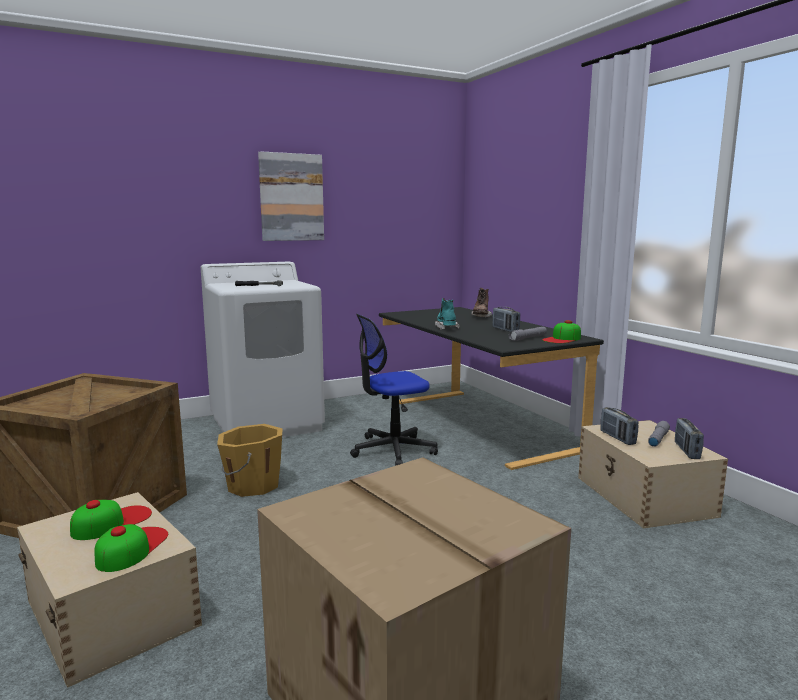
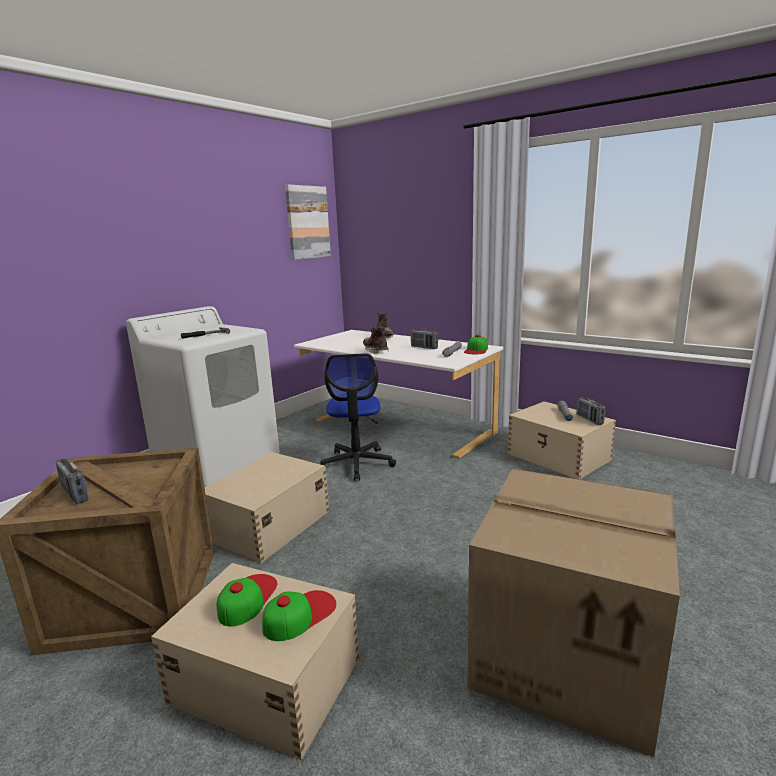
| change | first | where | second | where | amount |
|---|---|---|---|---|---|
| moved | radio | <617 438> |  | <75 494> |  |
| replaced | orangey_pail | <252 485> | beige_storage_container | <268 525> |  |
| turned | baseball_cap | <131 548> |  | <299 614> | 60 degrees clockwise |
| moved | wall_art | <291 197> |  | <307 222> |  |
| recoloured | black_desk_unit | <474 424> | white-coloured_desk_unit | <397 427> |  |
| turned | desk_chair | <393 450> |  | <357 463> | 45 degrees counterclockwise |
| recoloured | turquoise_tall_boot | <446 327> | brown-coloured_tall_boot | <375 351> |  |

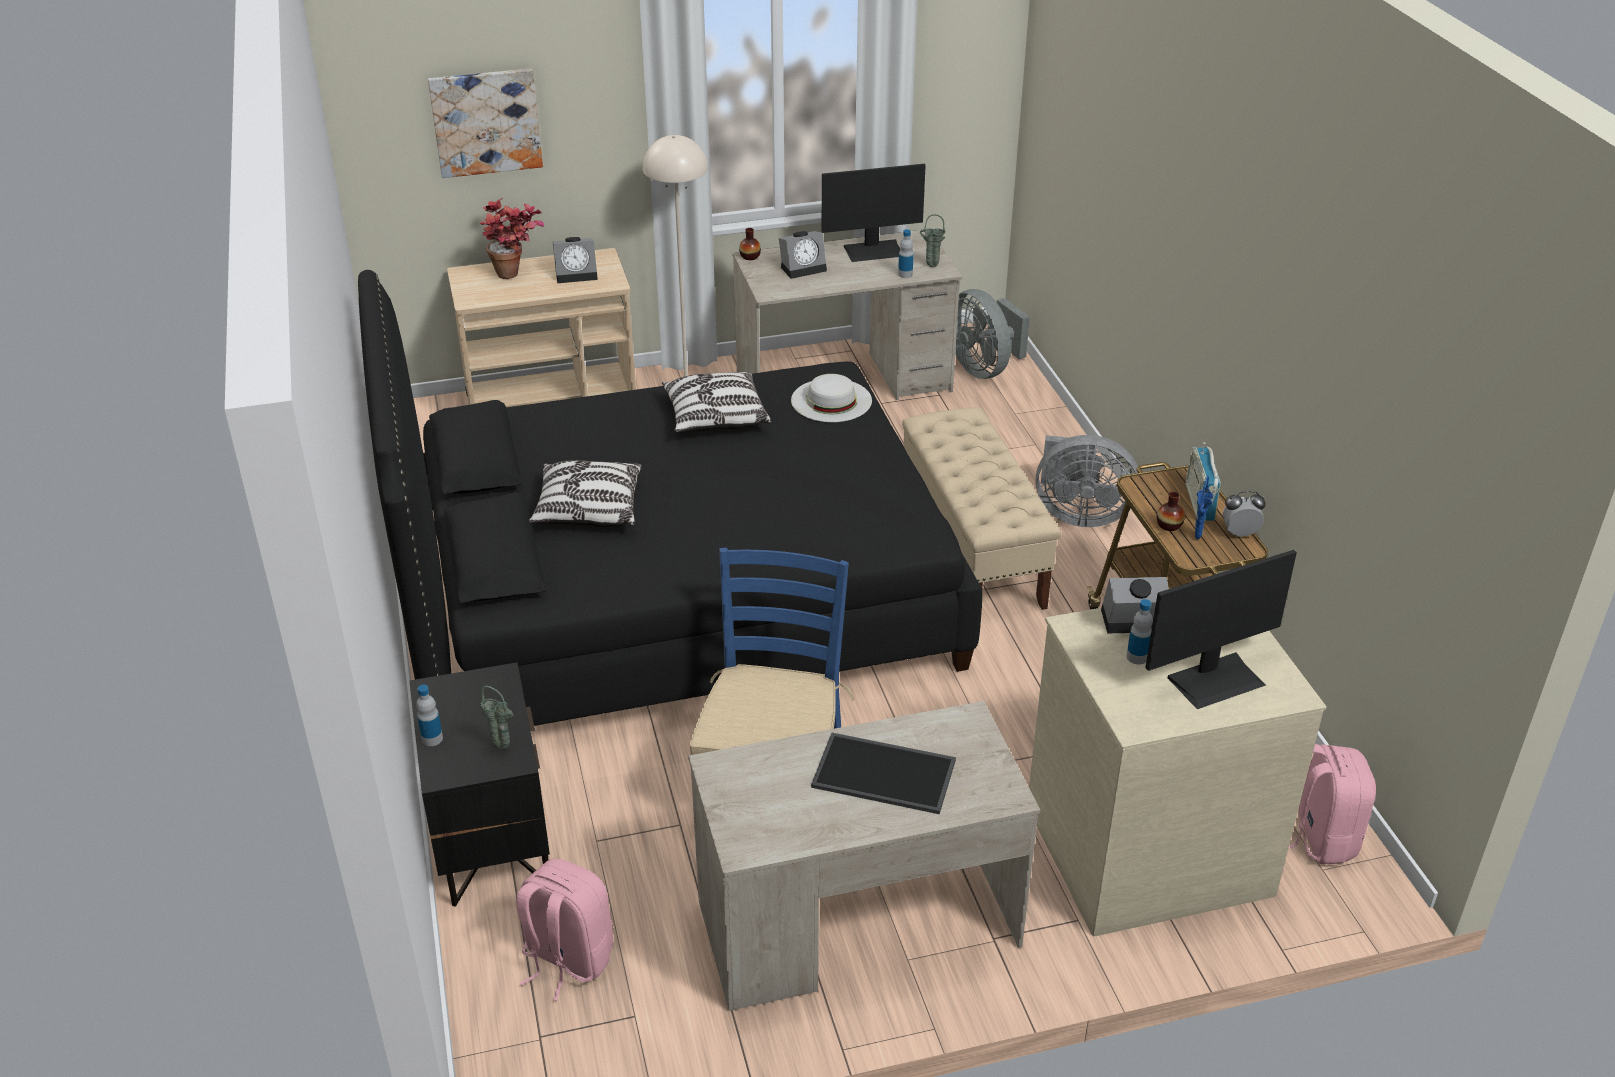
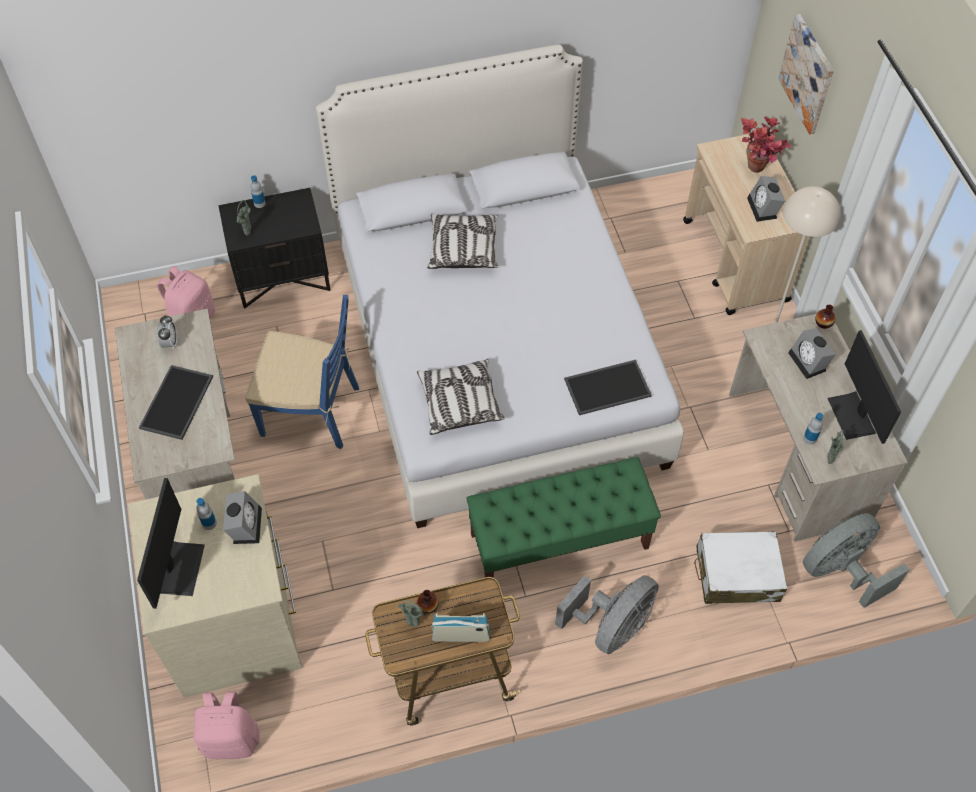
| change | first | where | second | where | amount |
|---|---|---|---|---|---|
| turned | monitor | <1215 679> |  | <180 568> | 150 degrees counterclockwise |
| moved | table_clock | <1239 533> |  | <170 342> |  |
| recoloured | black_sleeping_bed | <673 600> | white-coloured_sleeping_bed | <495 350> |  |
| recoloured | blue-coloured_flower_vase | <1197 538> | green-coloured_flower_vase | <412 625> |  |
| moved | cushion | <715 418> |  | <459 403> |  |
| recoloured | beige_indoor_bench | <971 549> | green-coloured_indoor_bench | <560 540> |  |
| turned | greyish_cooling_fan | <1079 515> |  | <611 627> | 150 degrees counterclockwise |
| replaced | white-coloured_wearable_hat | <831 400> | tray | <607 386> |  |
| added |  |  | white-coloured_suitcase | <737 574> |  |

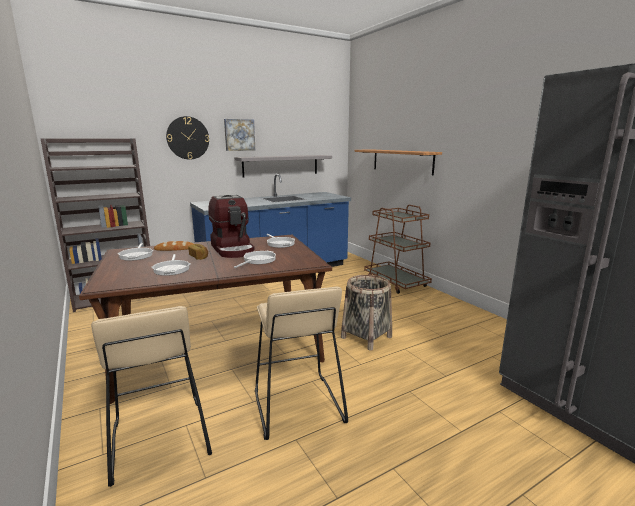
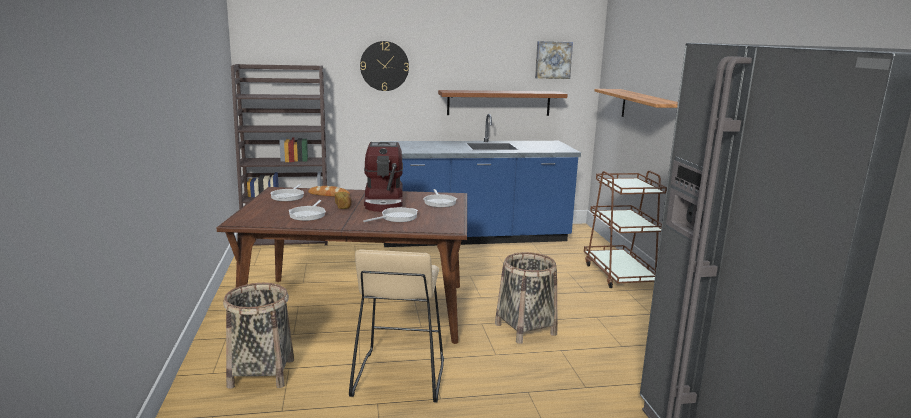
| change | first | where | second | where | amount |
|---|---|---|---|---|---|
| replaced | beige_sitting_stool | <159 439> | storage_basket | <261 373> |  |
| recoloured | greyish_bracket_shelf | <281 165> | brown-coloured_bracket_shelf | <499 103> |  |
| moved | wall_art | <239 135> |  | <553 60> |  |

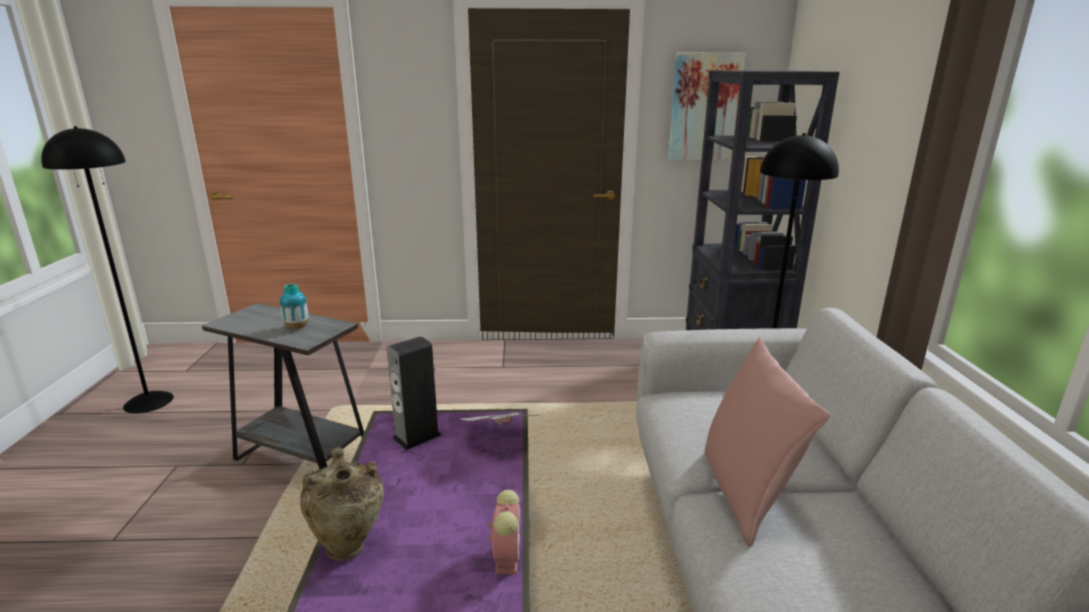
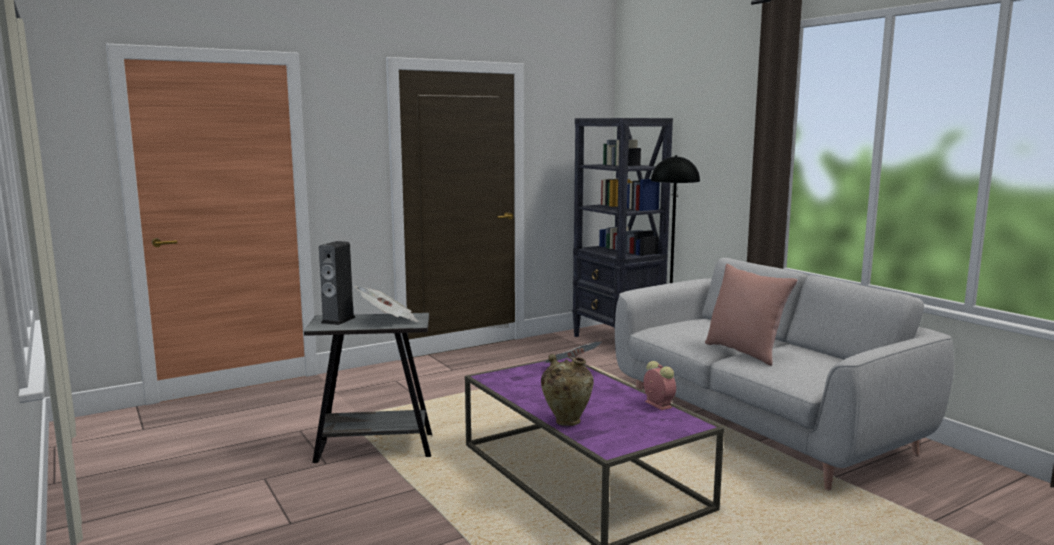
| change | first | where | second | where | amount |
|---|---|---|---|---|---|
| moved | loudspeaker | <417 436> |  | <338 320> |  |
| replaced | flower_vase | <297 327> | daily_paper | <388 320> |  |
| removed | black_standard_lamp | <148 401> |  |  |  |
| removed | wall_art | <705 107> |  |  |  |

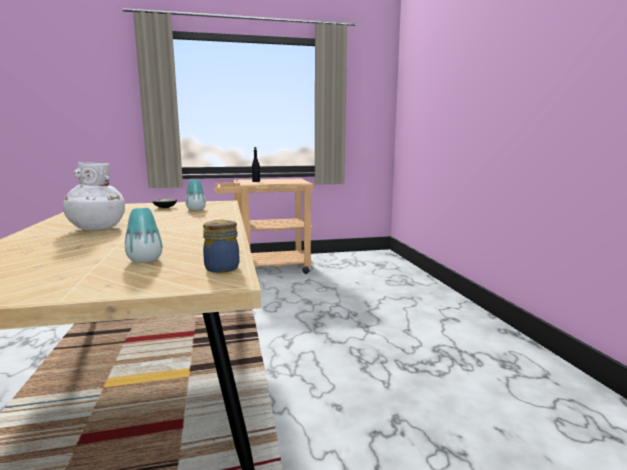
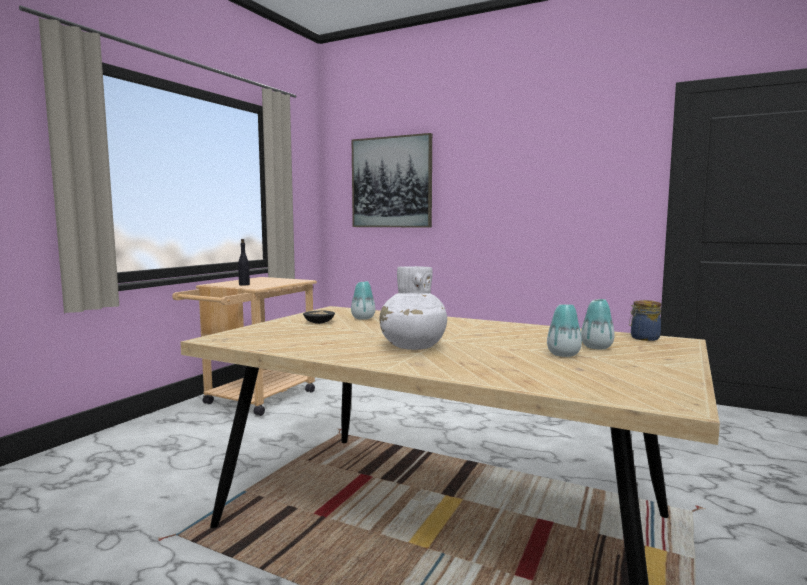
| change | first | where | second | where | amount |
|---|---|---|---|---|---|
| added |  |  | wall_art | <391 182> |  |
| added |  |  | flower_vase | <563 354> |  |

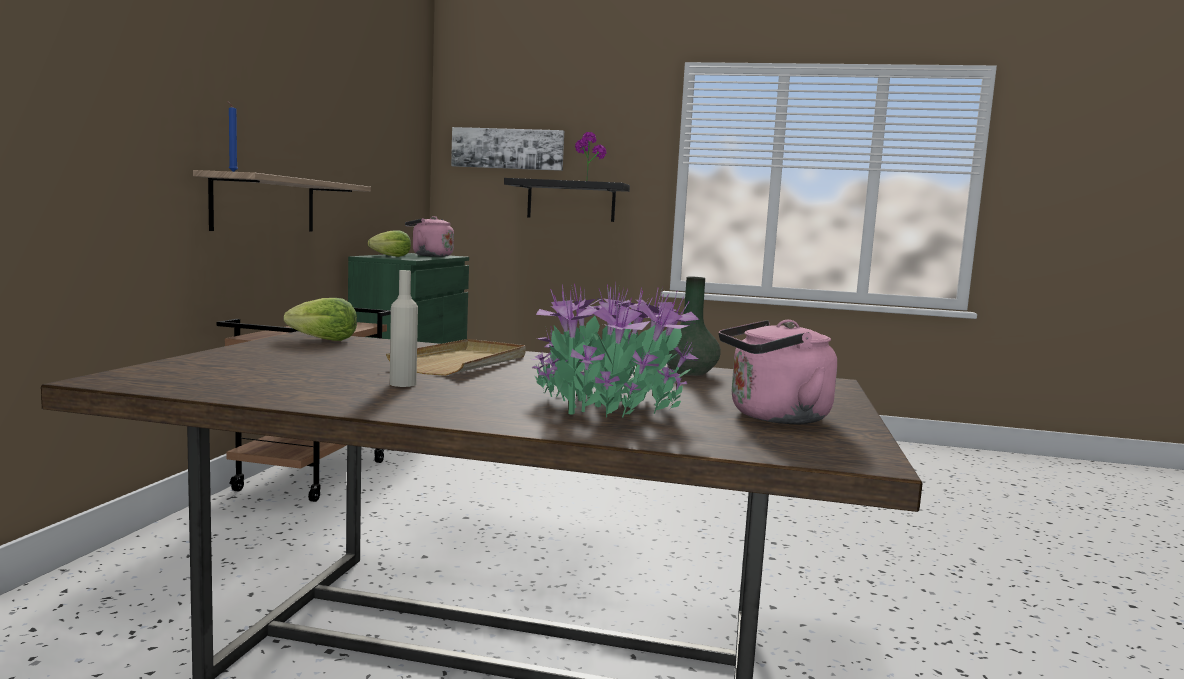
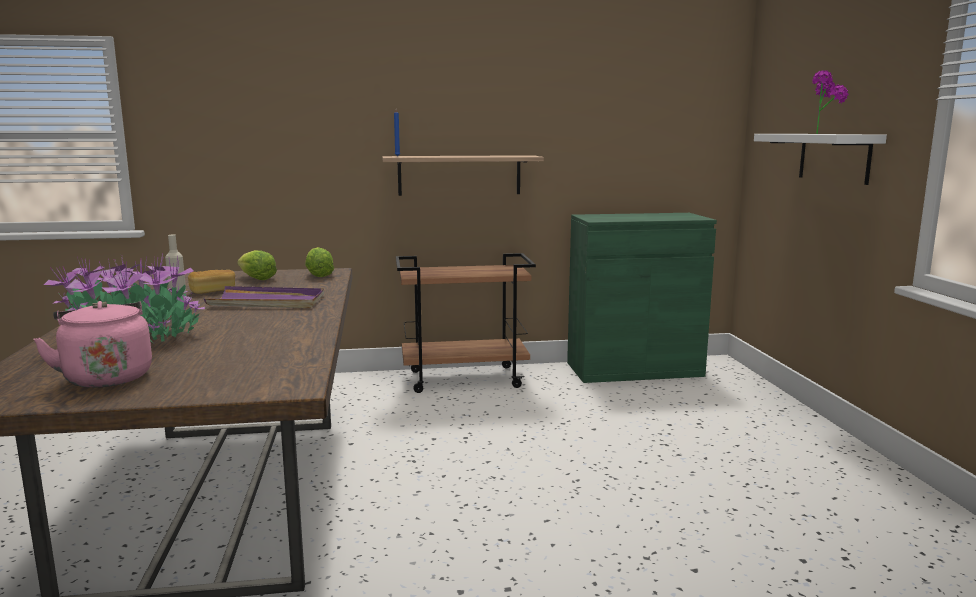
| change | first | where | second | where | amount |
|---|---|---|---|---|---|
| added |  |  | baked_bread | <213 291> |  |
| recoloured | beige_tray | <463 362> | purple-coloured_tray | <267 302> |  |
| moved | lettuce_head | <391 256> |  | <257 279> |  |
| recoloured | black_bracket_shelf | <571 201> | white-coloured_bracket_shelf | <834 157> |  |
| removed | pink-coloured_water_kettle | <429 255> |  |  |  |
| removed | wall_art | <507 149> |  |  |  |
| removed | green-coloured_flower_vase | <690 372> |  |  |  |

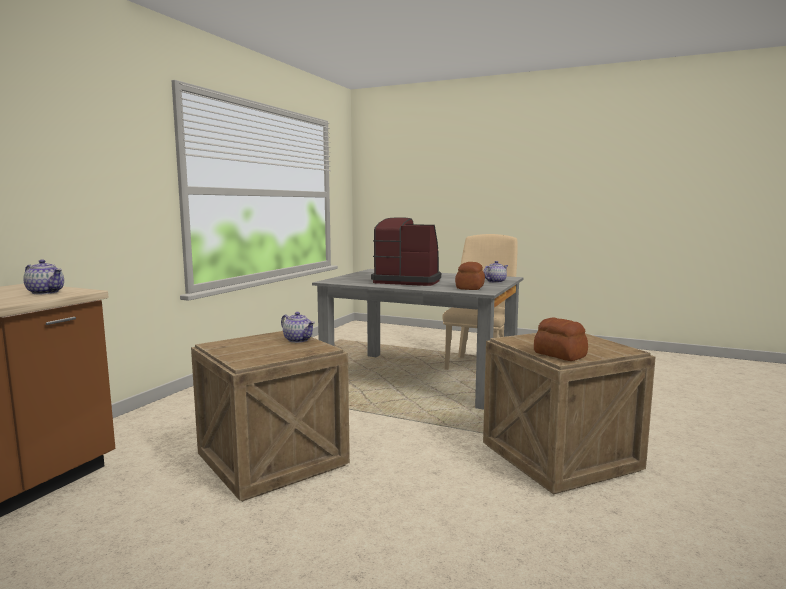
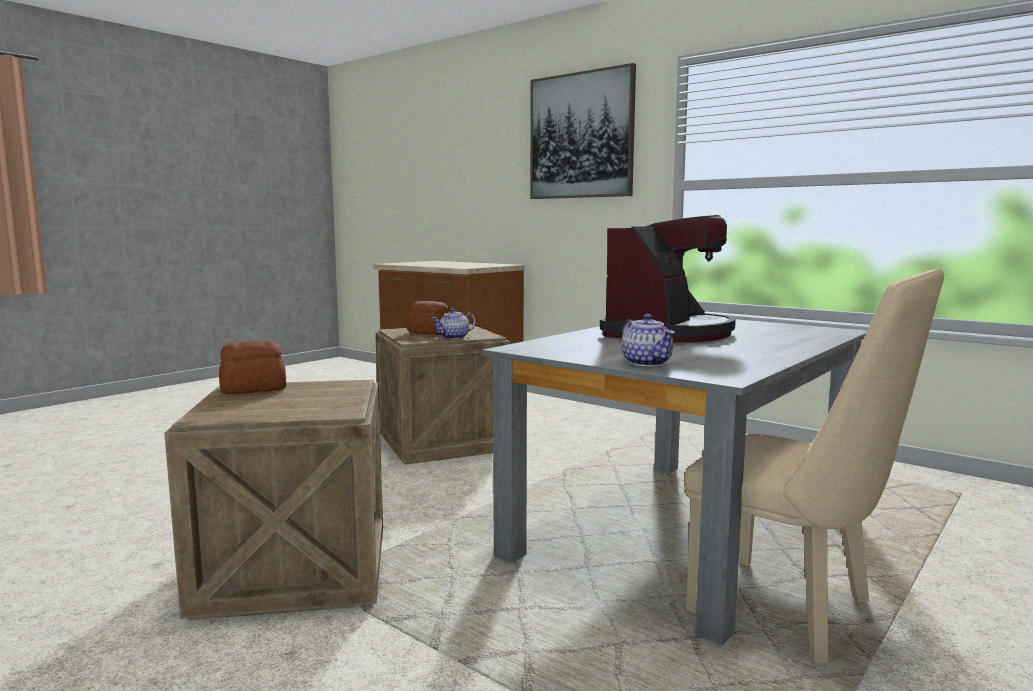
| change | first | where | second | where | amount |
|---|---|---|---|---|---|
| moved | baked_bread | <470 287> |  | <429 333> |  |
| added |  |  | wall_art | <581 136> |  |
| removed | tea_pot | <46 292> |  |  |  |

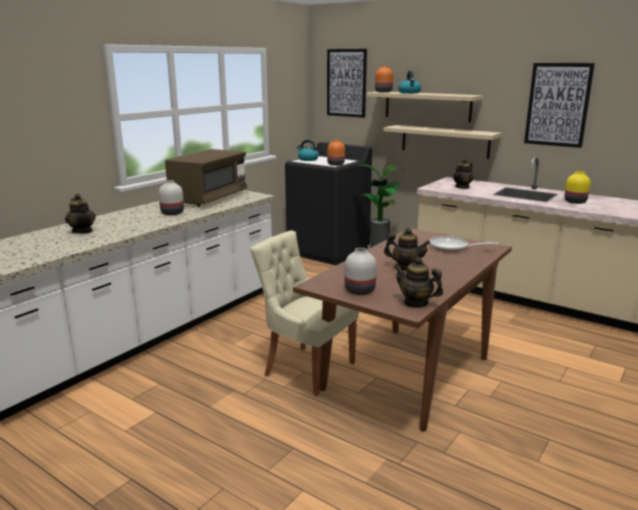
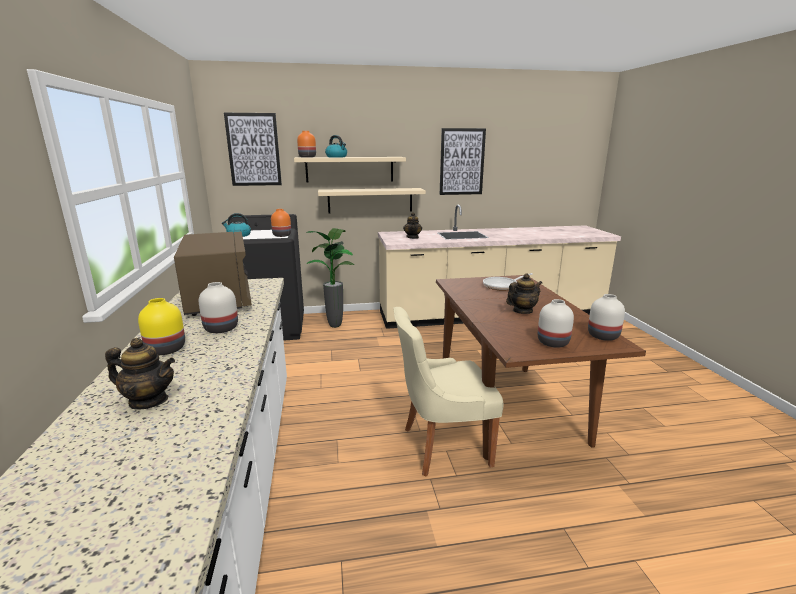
| change | first | where | second | where | amount |
|---|---|---|---|---|---|
| moved | yellowish_flower_vase | <575 201> |  | <166 349> |  |
| replaced | tea_pot | <416 303> | white-coloured_flower_vase | <604 336> |  |

